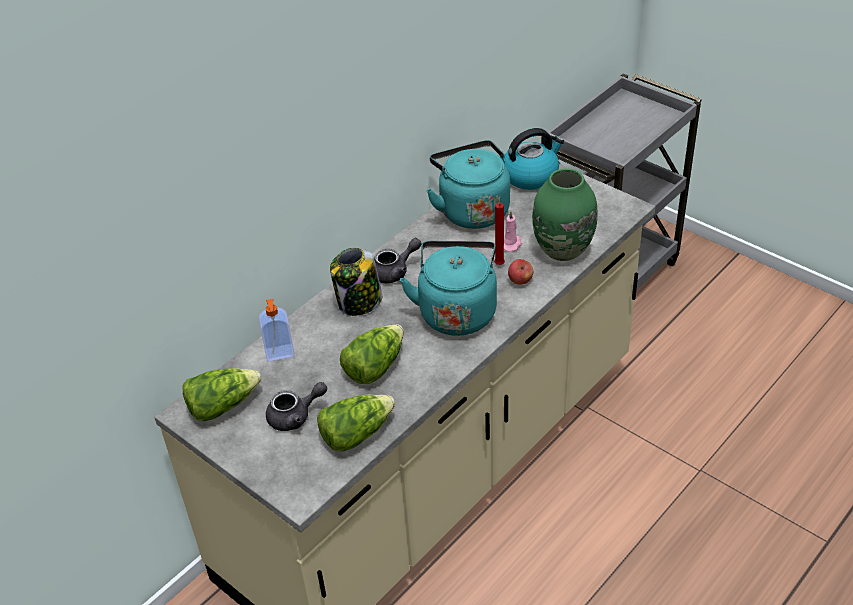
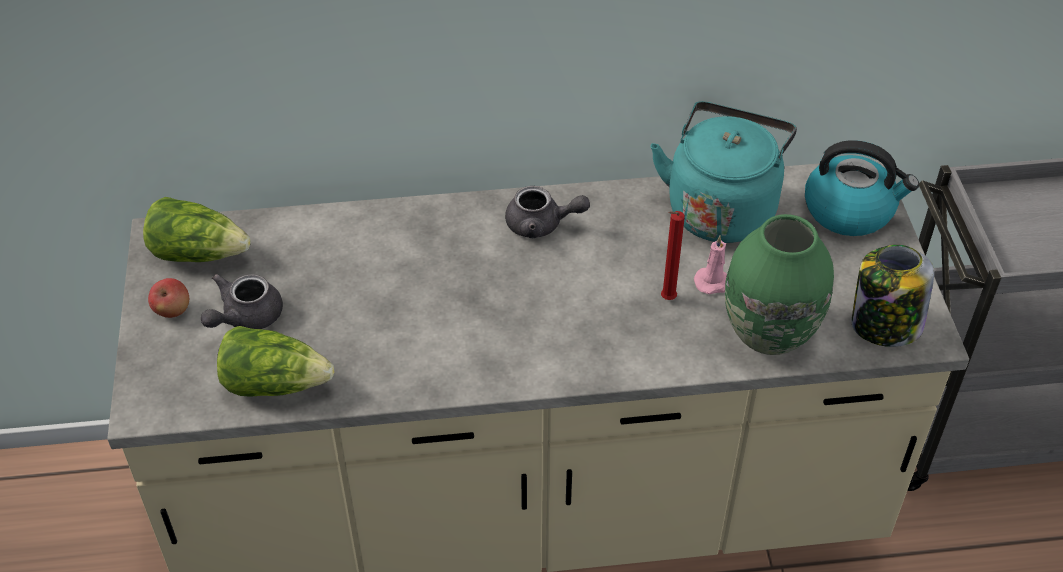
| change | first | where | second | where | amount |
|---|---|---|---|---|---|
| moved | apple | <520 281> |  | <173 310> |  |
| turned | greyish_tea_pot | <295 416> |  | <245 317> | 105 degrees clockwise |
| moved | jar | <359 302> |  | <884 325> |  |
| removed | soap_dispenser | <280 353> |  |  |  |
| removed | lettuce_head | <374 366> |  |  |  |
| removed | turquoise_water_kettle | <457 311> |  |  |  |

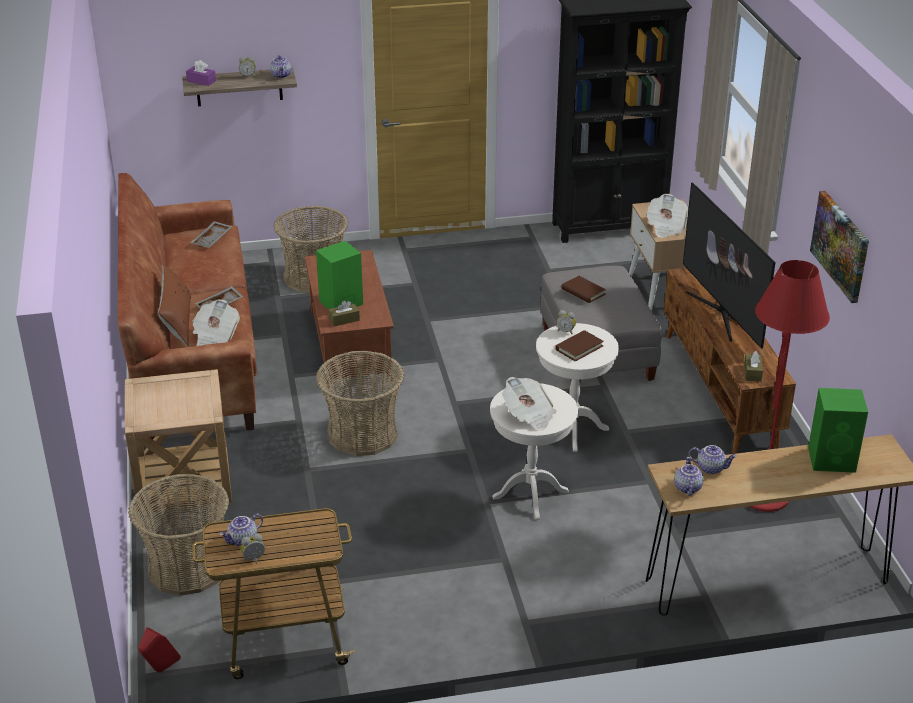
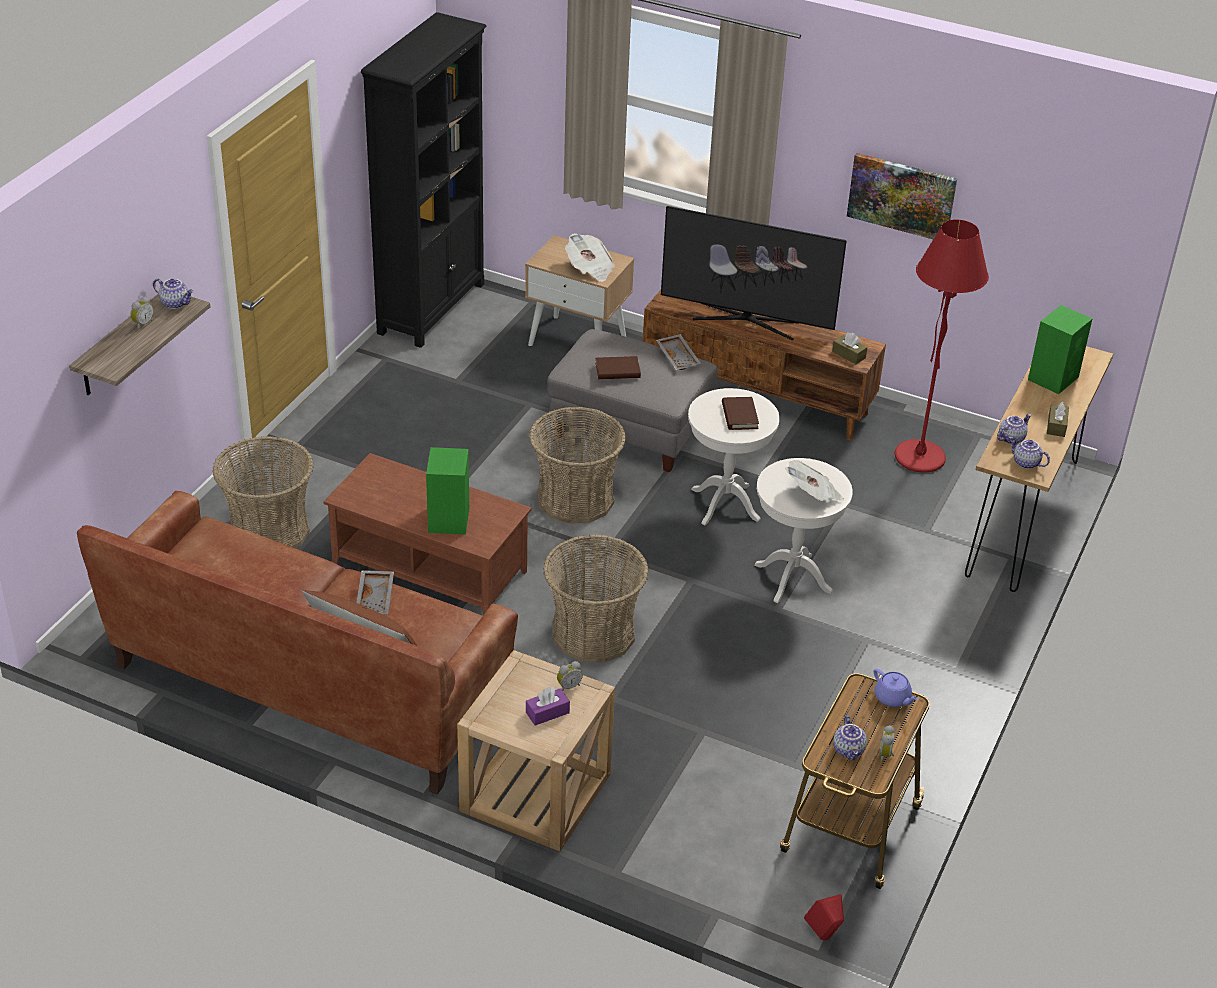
| change | first | where | second | where | amount |
|---|---|---|---|---|---|
| moved | purple-coloured_tissue_holder | <201 81> |  | <547 712> |  |
| moved | storage_basket | <187 567> |  | <575 498> |  |
| moved | table_clock | <566 331> |  | <568 686> |  |
| moved | greyish_tray | <212 240> |  | <678 357> |  |
| added |  |  | purple-coloured_tea_pot | <892 698> |  |
| moved | brown-coloured_tissue_holder | <344 320> |  | <1056 426> |  |
| removed | daily_paper | <215 337> |  |  |  |

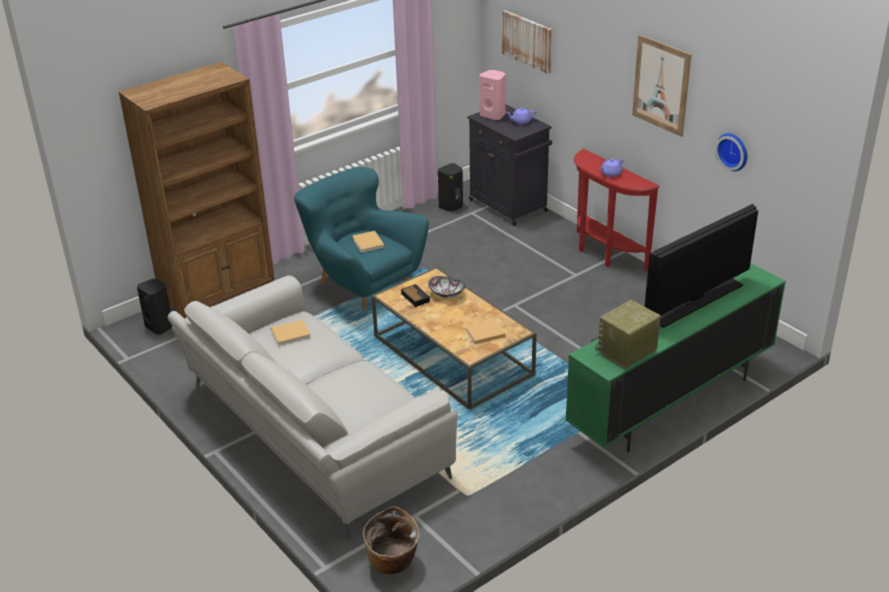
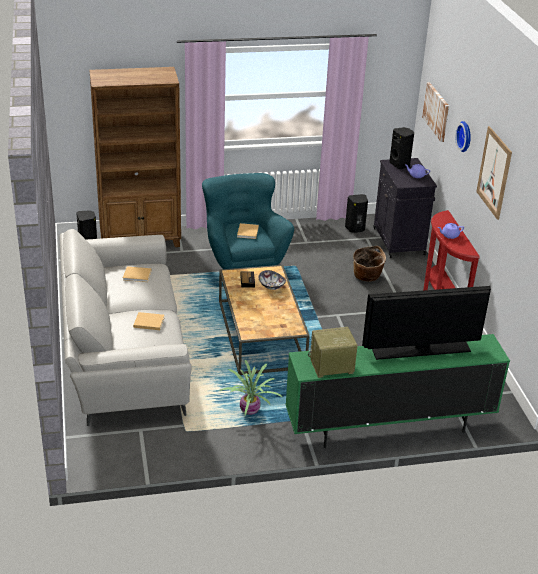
| change | first | where | second | where | amount |
|---|---|---|---|---|---|
| moved | beige_bound_book | <484 333> |  | <148 322> |  |
| added |  |  | houseplant | <249 411> |  |
| moved | storage_basket | <393 562> |  | <367 277> |  |
| recoloured | pink-coloured_loudspeaker | <493 115> | black_loudspeaker | <400 164> |  |
| moved | hanging_clock | <733 151> |  | <465 136> |  |

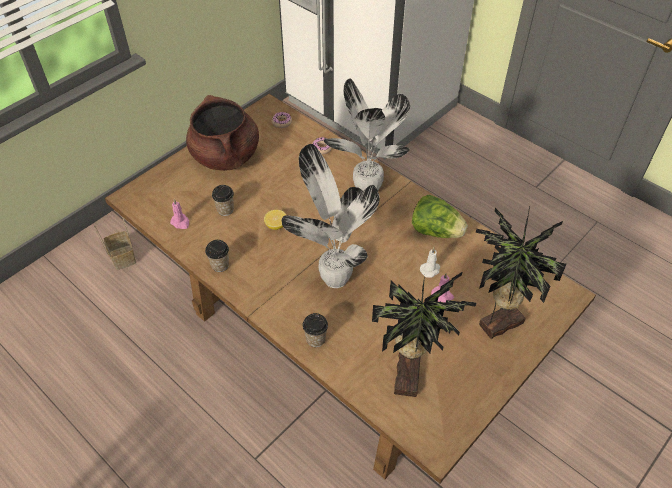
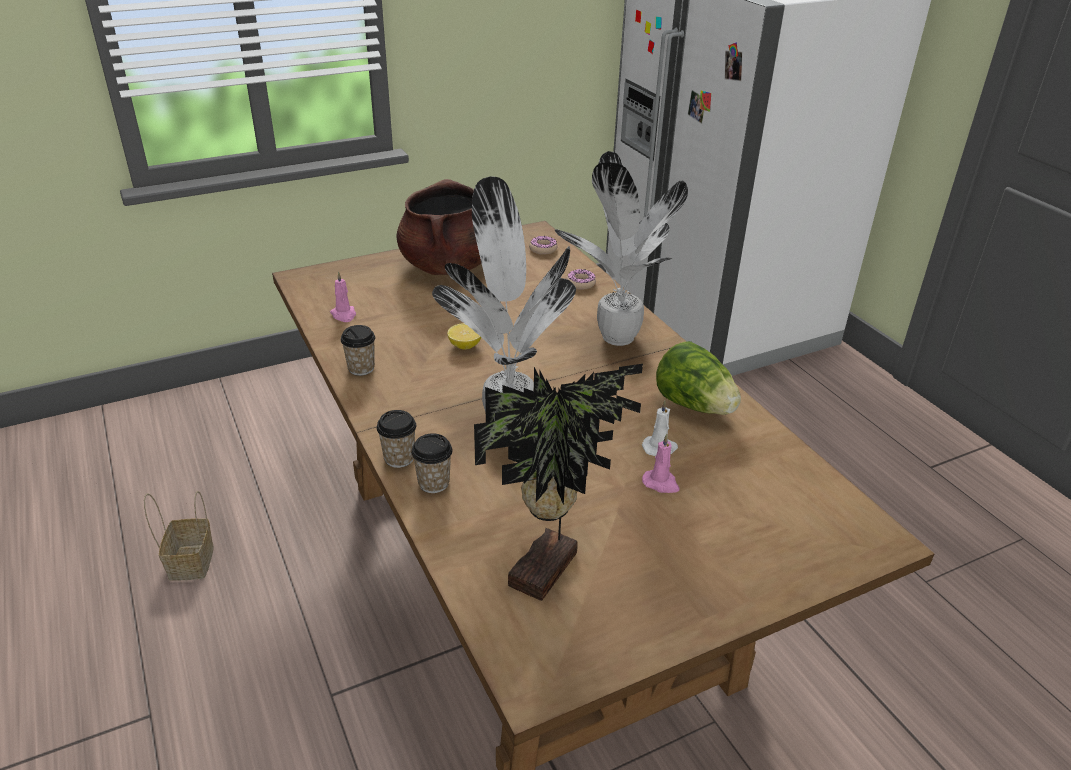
| change | first | where | second | where | amount |
|---|---|---|---|---|---|
| moved | storage_basket | <122 257> |  | <190 561> |  |
| moved | small_cup | <225 210> |  | <399 458> |  |
| removed | houseplant | <498 322> |  |  |  |

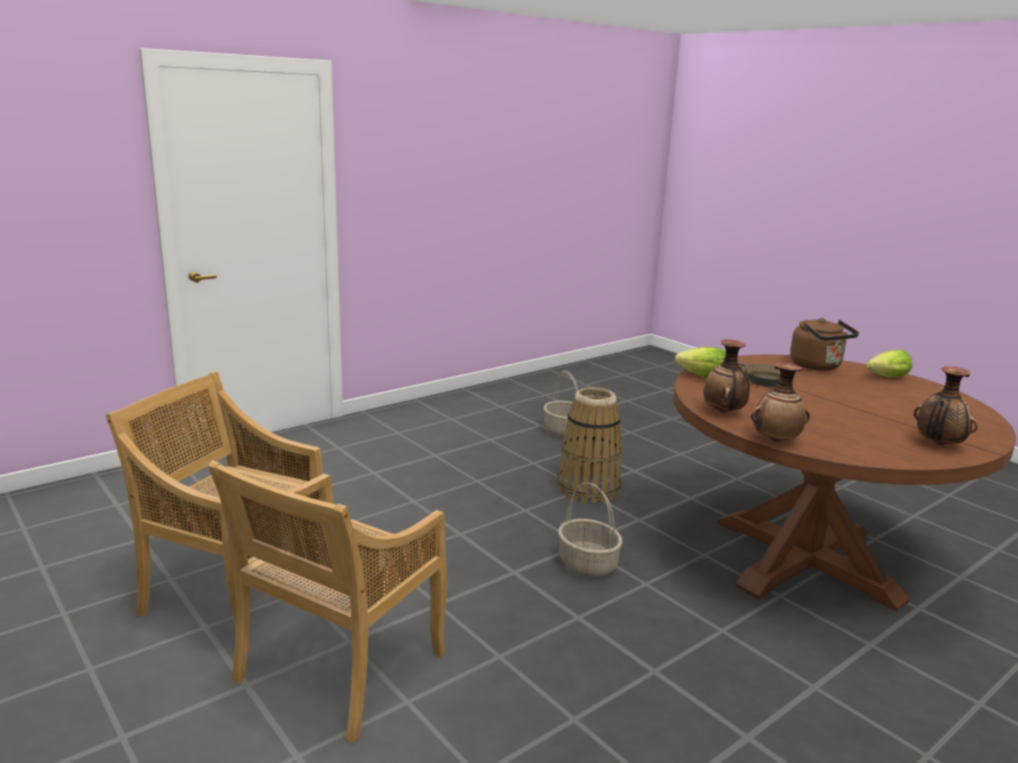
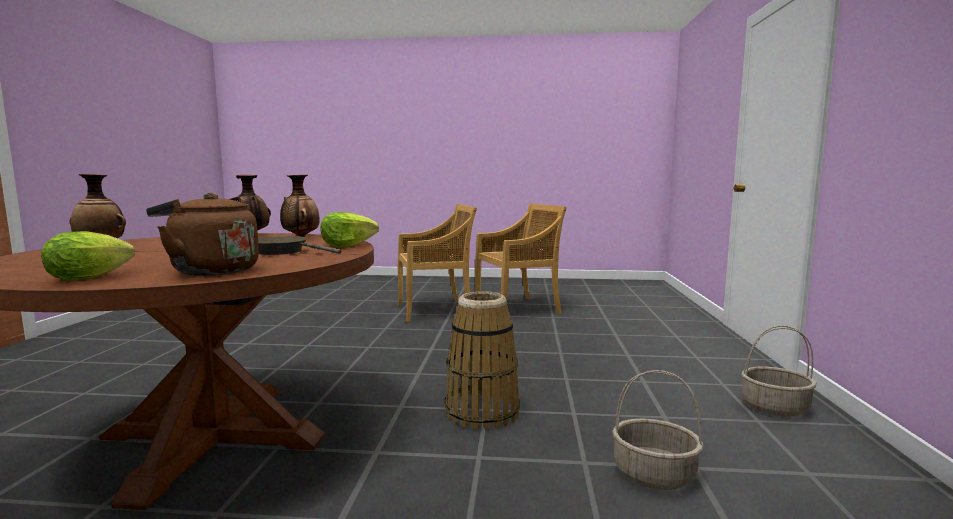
| change | first | where | second | where | amount |
|---|---|---|---|---|---|
| turned | beige_upright_chair | <339 670> |  | <436 310> | 90 degrees clockwise |
| moved | storage_basket | <586 564> |  | <775 407> |  |

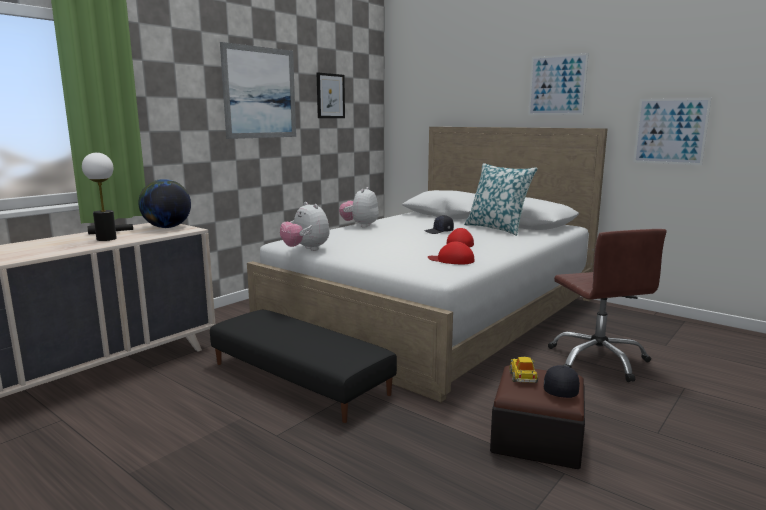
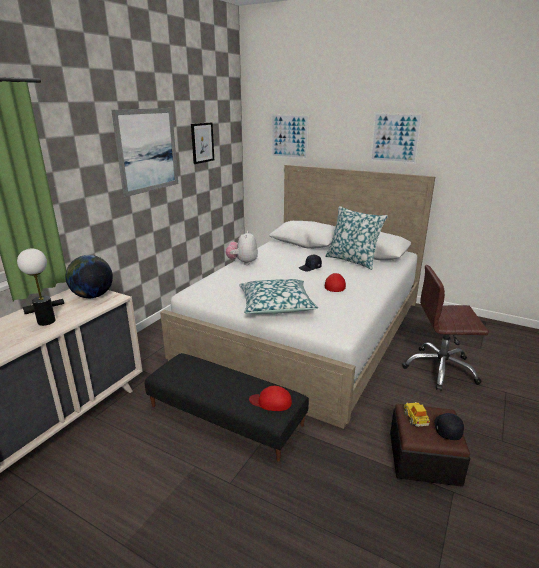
| change | first | where | second | where | amount |
|---|---|---|---|---|---|
| added |  |  | cushion | <276 305> |  |
| moved | reddish_baseball_cap | <451 260> |  | <271 401> |  |
| moved | wall_art | <670 131> |  | <289 136> |  |
| turned | brown-coloured_desk_chair | <598 360> |  | <440 369> | 120 degrees clockwise |
| removed | plush_toy | <306 249> |  |  |  |

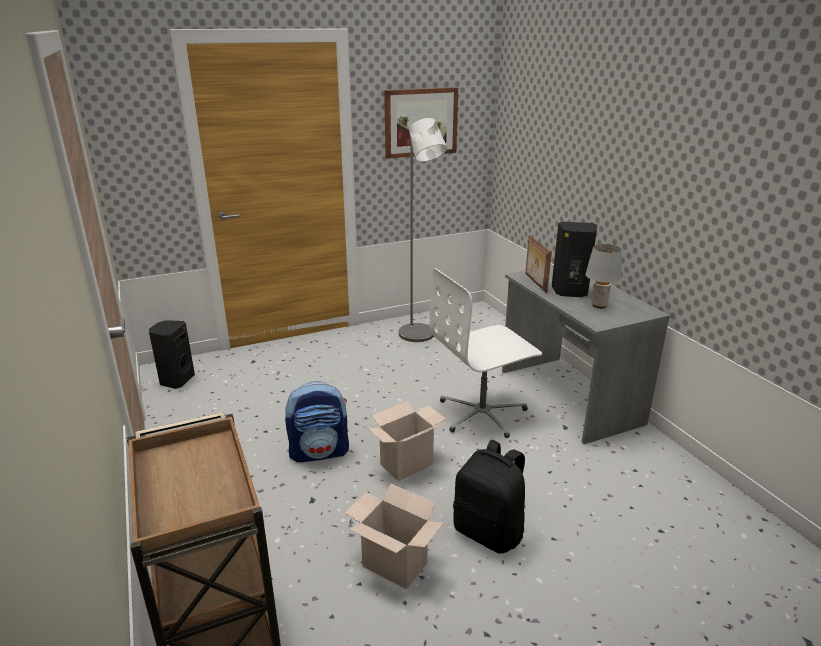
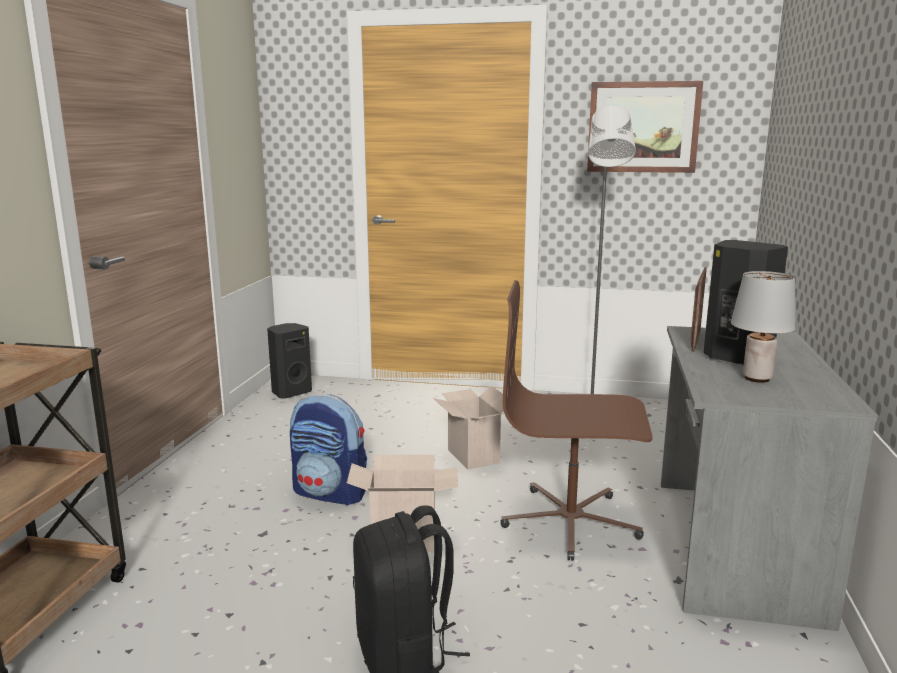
| change | first | where | second | where | amount |
|---|---|---|---|---|---|
| moved | carton | <392 565> |  | <471 456> |  |
| recoloured | white-coloured_desk_chair | <482 413> | brown-coloured_desk_chair | <571 522> |  |

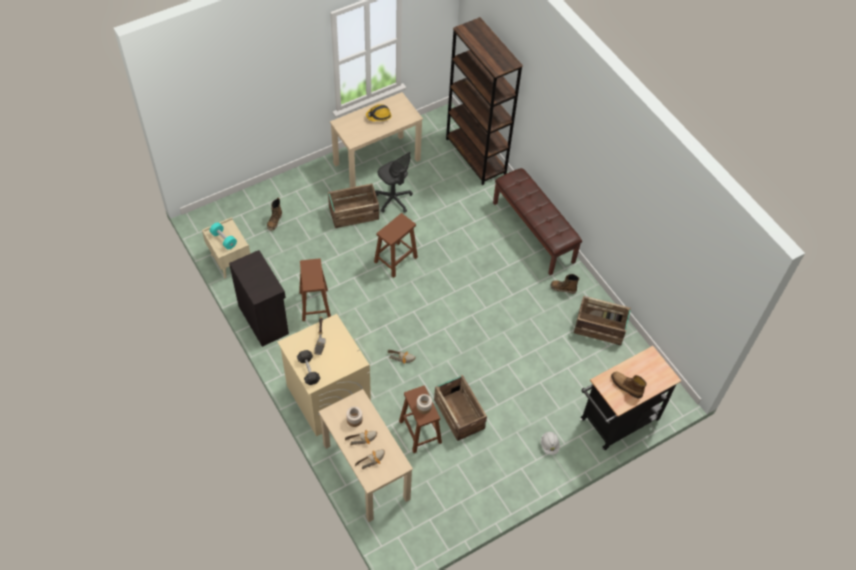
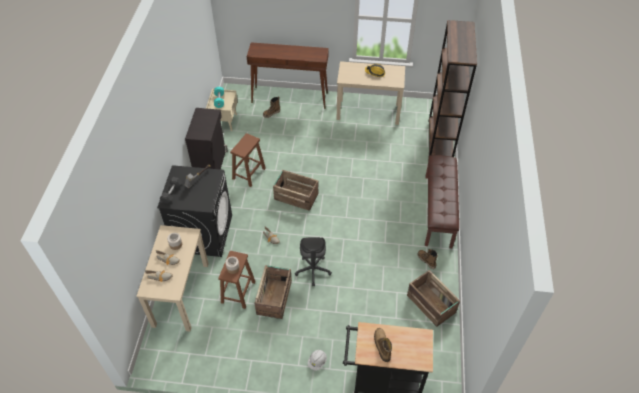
| change | first | where | second | where | amount |
|---|---|---|---|---|---|
| recoloured | beige_laundry_machine | <328 397> | black_laundry_machine | <203 233> |  |
| added |  |  | brown-coloured_narrow_table | <290 97> |  |
| moved | crate | <353 213> |  | <295 196> |  |
| moved | greyish_desk_chair | <393 200> |  | <313 270> |  |
| removed | brown-coloured_sitting_stool | <396 259> |  |  |  |

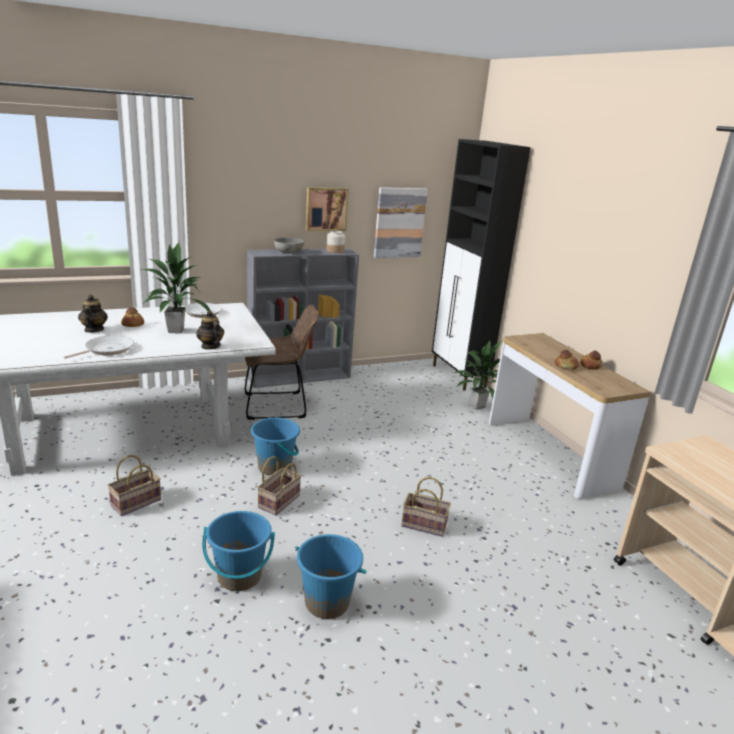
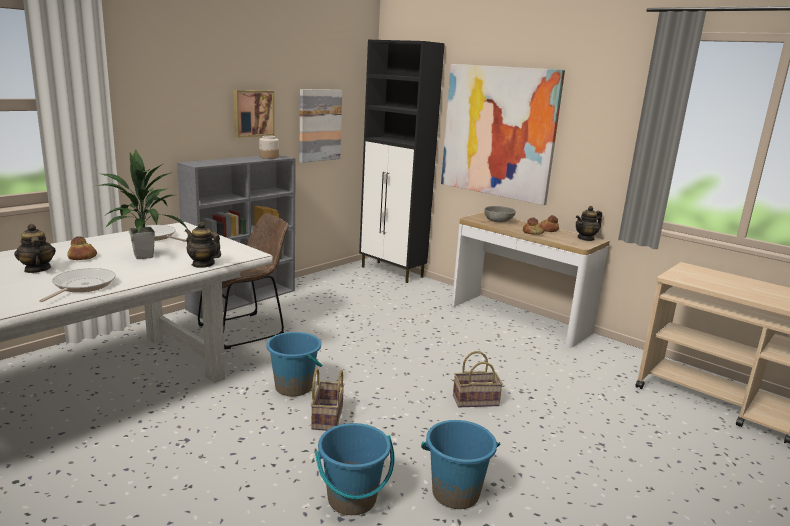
| change | first | where | second | where | amount |
|---|---|---|---|---|---|
| added |  |  | wall_art | <498 132> |  |
| moved | greyish_serving_bowl | <289 252> |  | <499 221> |  |
| added |  |  | tea_pot | <586 238> |  |
| removed | storage_basket | <135 503> |  |  |  |
| removed | houseplant | <476 406> |  |  |  |

